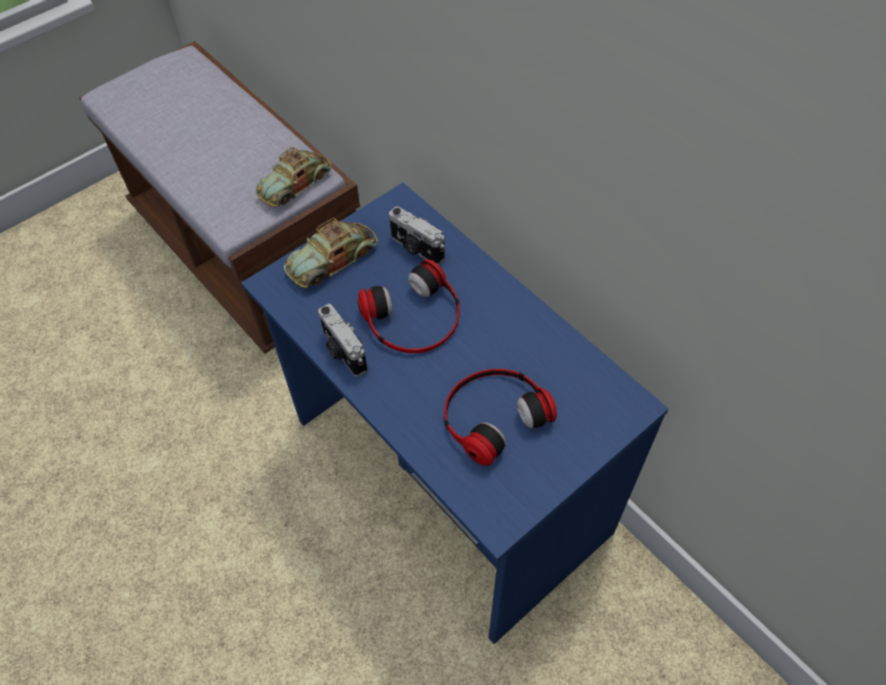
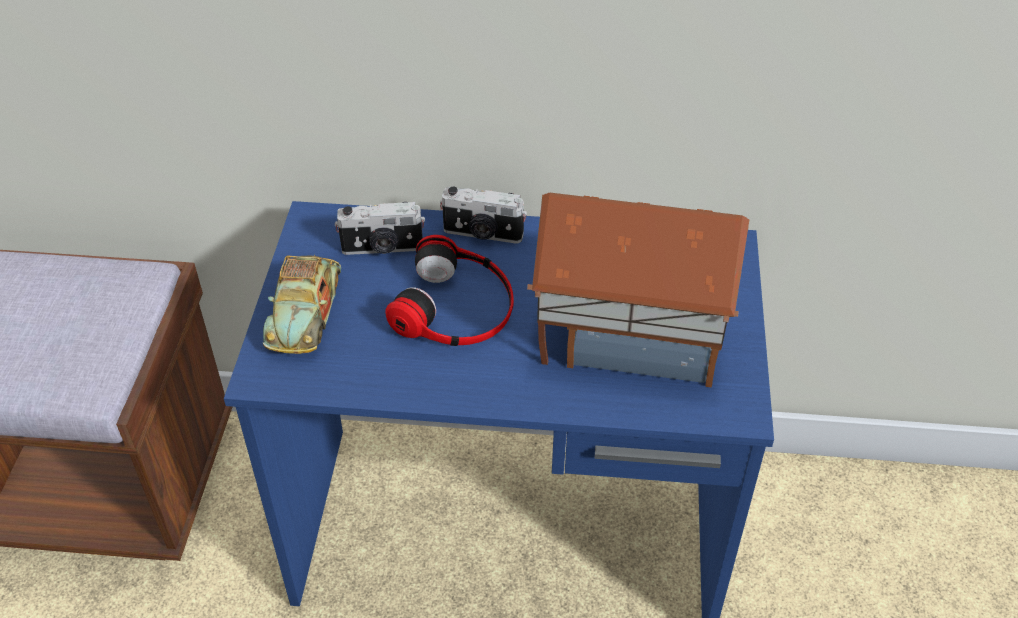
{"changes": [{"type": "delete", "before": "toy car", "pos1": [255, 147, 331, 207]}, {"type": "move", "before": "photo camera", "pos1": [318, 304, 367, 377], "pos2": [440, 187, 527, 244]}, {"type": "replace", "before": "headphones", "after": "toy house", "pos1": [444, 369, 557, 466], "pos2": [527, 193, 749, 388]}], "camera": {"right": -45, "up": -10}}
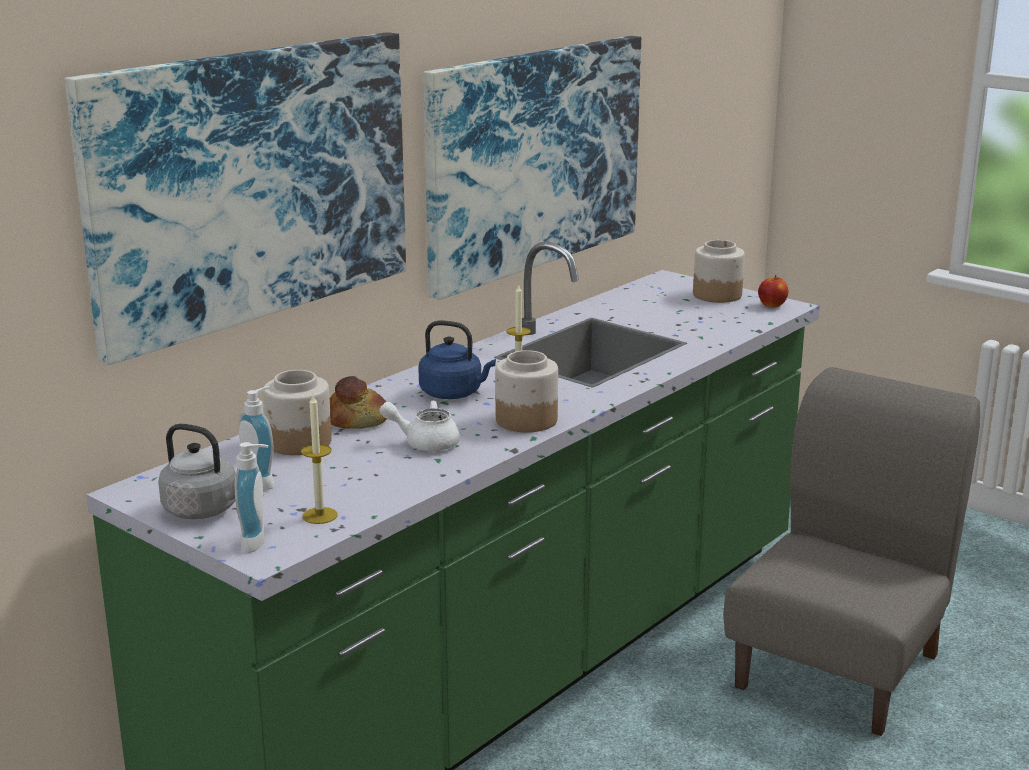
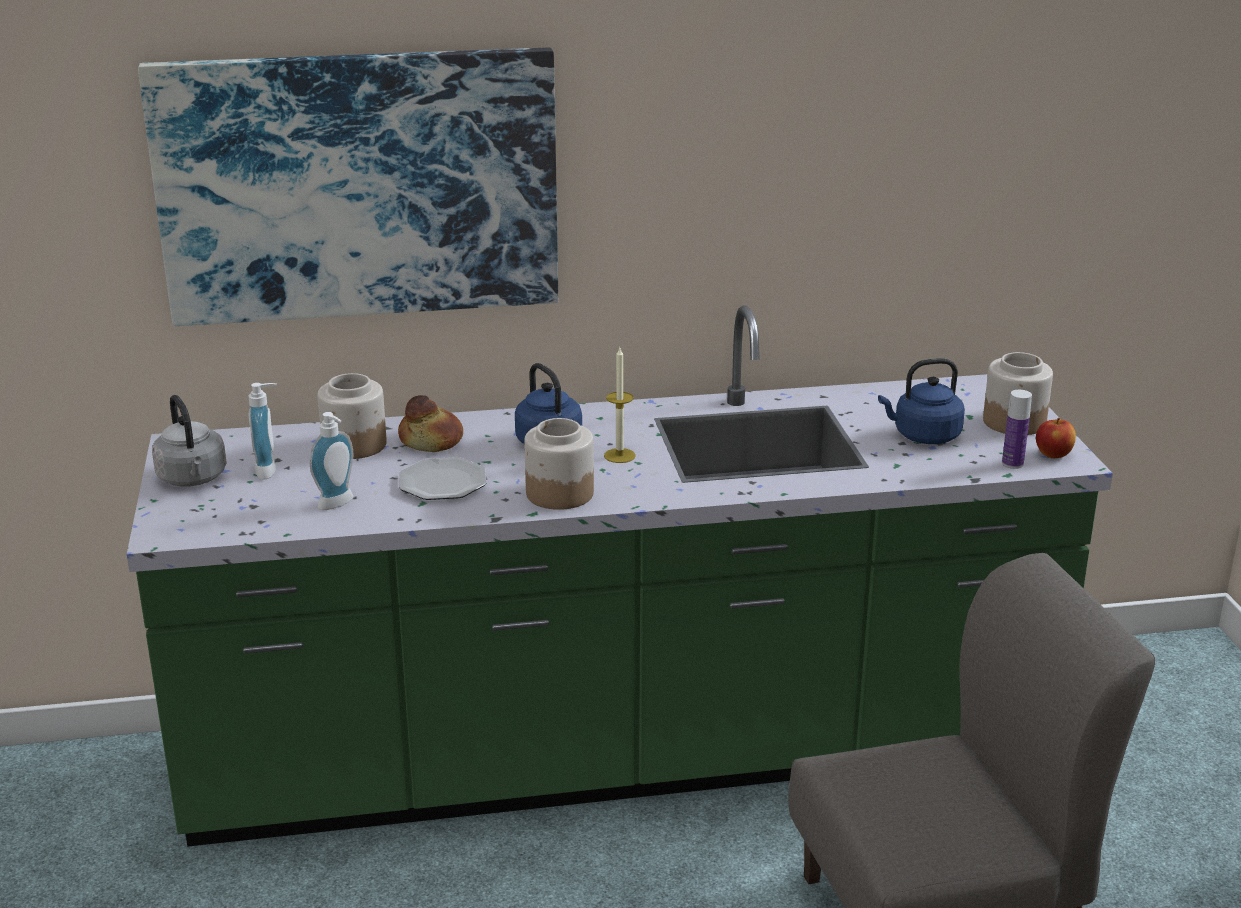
{"changes": [{"type": "delete", "before": "picture", "pos1": [423, 36, 641, 300]}, {"type": "delete", "before": "candle", "pos1": [301, 395, 338, 524]}, {"type": "replace", "before": "teapot (white)", "after": "plate", "pos1": [380, 400, 460, 451], "pos2": [399, 457, 487, 500]}, {"type": "move", "before": "soap dispenser", "pos1": [235, 442, 268, 553], "pos2": [310, 412, 354, 510]}, {"type": "insert", "after": "kettle (blue)", "pos2": [878, 358, 965, 444]}, {"type": "insert", "after": "bottle", "pos2": [1002, 390, 1032, 469]}], "camera": {"right": 40, "up": 5}}
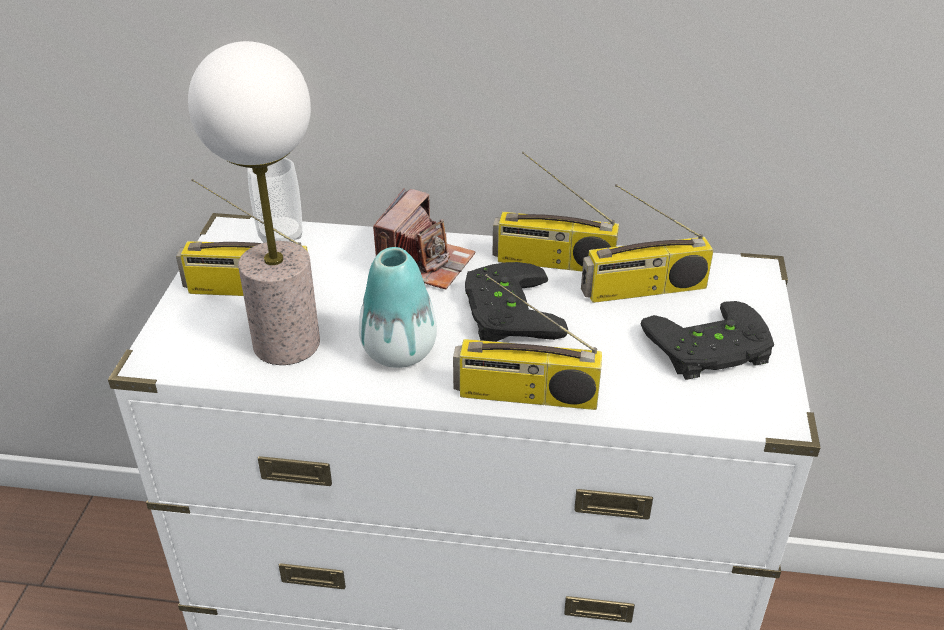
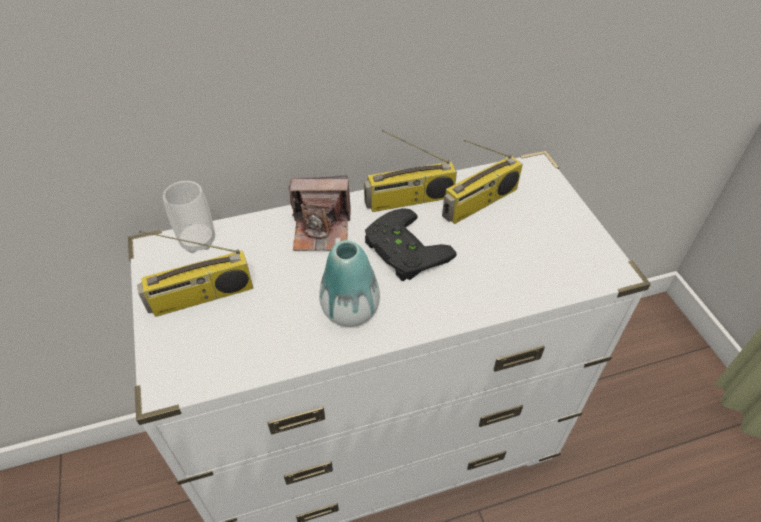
{"changes": [{"type": "delete", "before": "table lamp", "pos1": [188, 41, 320, 365]}, {"type": "rotate", "before": "photo camera", "pos1": [373, 188, 476, 290], "pos2": [289, 175, 351, 251], "turn": 90}, {"type": "delete", "before": "radio", "pos1": [453, 274, 602, 410]}, {"type": "delete", "before": "game controller (black)", "pos1": [641, 301, 774, 380]}], "camera": {"right": -25, "up": 10}}
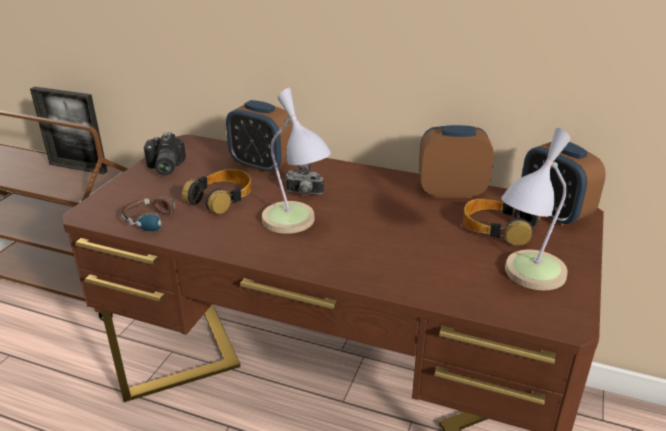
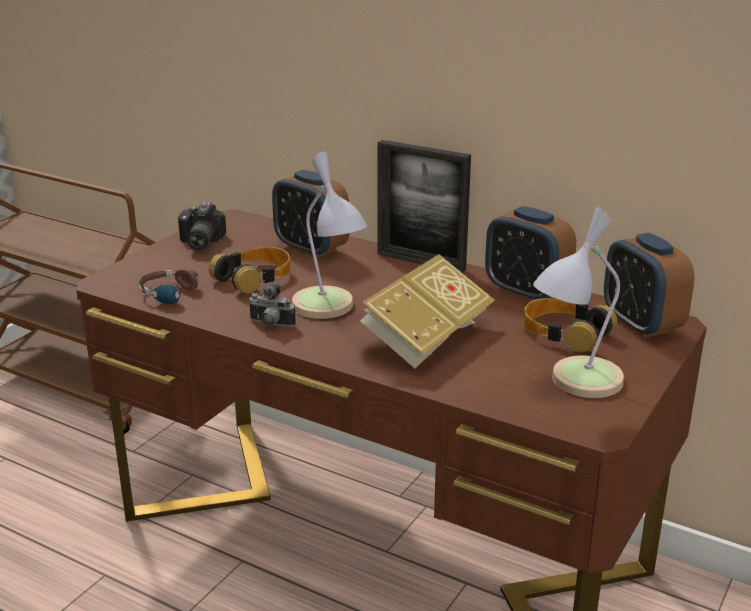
{"changes": [{"type": "move", "before": "picture frame", "pos1": [30, 87, 108, 174], "pos2": [377, 140, 471, 273]}, {"type": "rotate", "before": "alarm clock", "pos1": [419, 125, 494, 198], "pos2": [485, 206, 576, 301], "turn": -150}, {"type": "move", "before": "photo camera", "pos1": [285, 163, 324, 195], "pos2": [248, 283, 296, 327]}, {"type": "insert", "after": "book", "pos2": [360, 254, 495, 368]}], "camera": {"right": 10, "up": -5}}
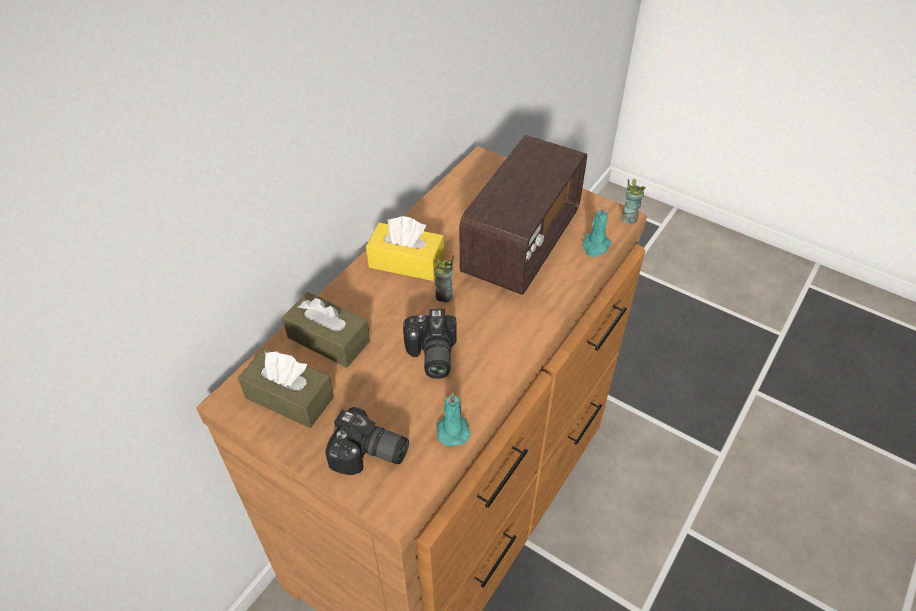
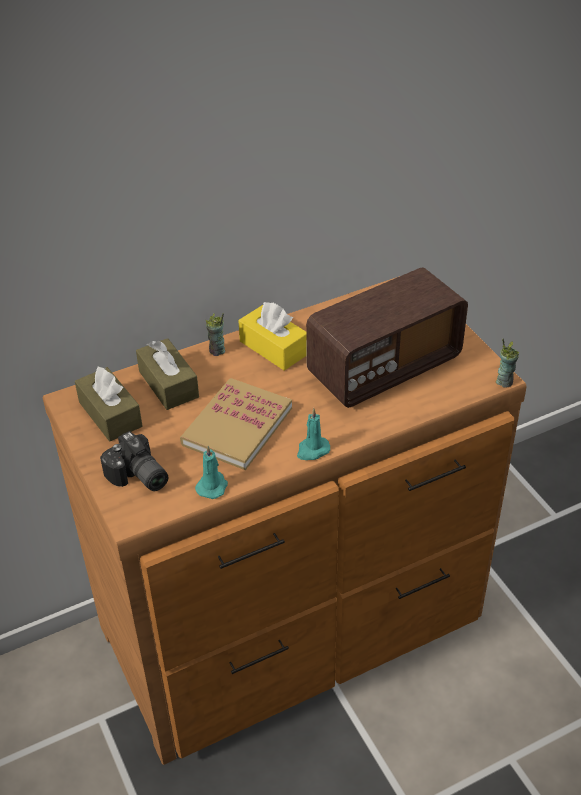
{"changes": [{"type": "move", "before": "candle (turquoise)", "pos1": [582, 204, 611, 257], "pos2": [297, 408, 330, 460]}, {"type": "move", "before": "cup", "pos1": [434, 255, 454, 303], "pos2": [206, 313, 225, 356]}, {"type": "replace", "before": "photo camera", "after": "book", "pos1": [403, 309, 457, 379], "pos2": [180, 378, 292, 470]}], "camera": {"right": 30, "up": -5}}
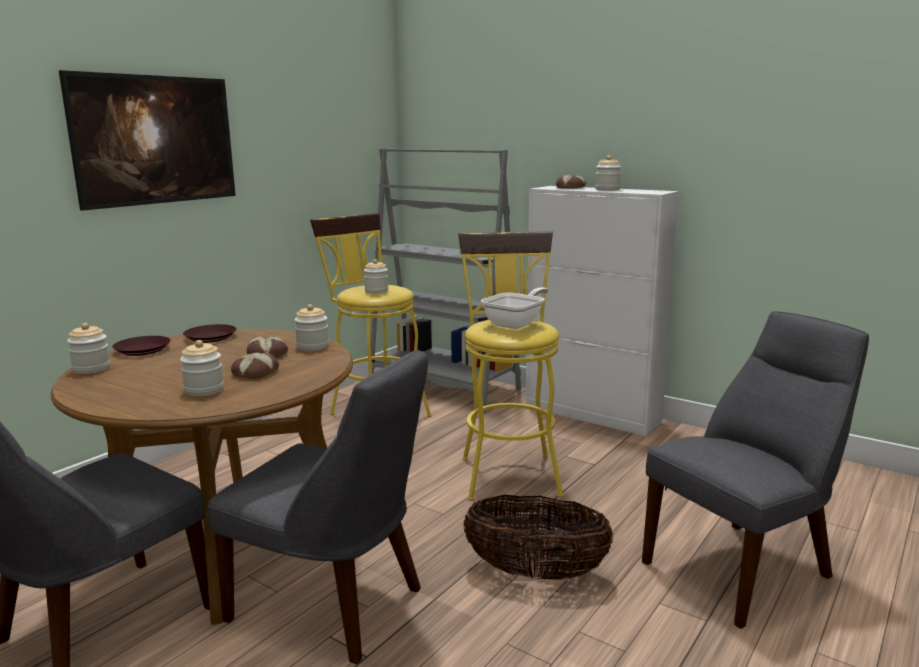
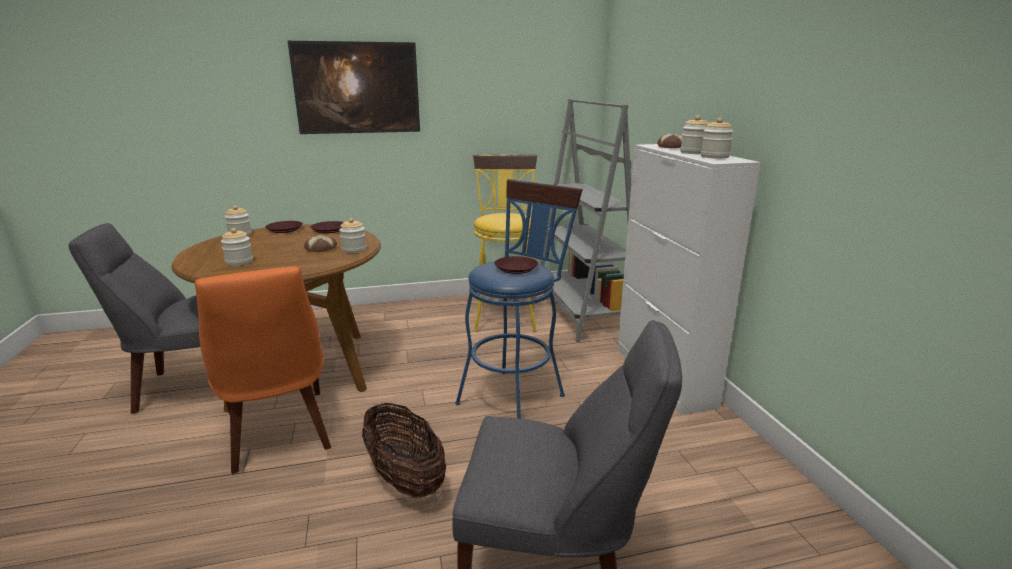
{"changes": [{"type": "recolor", "before": "stool (yellow)", "after": "stool (blue)", "pos1": [458, 231, 563, 501], "pos2": [455, 179, 583, 419]}, {"type": "move", "before": "jar", "pos1": [364, 259, 388, 293], "pos2": [701, 118, 734, 159]}, {"type": "replace", "before": "frying pan", "after": "plate (brown)", "pos1": [481, 287, 548, 329], "pos2": [494, 256, 538, 274]}, {"type": "recolor", "before": "chair (grey)", "after": "chair (orange)", "pos1": [208, 350, 428, 664], "pos2": [195, 266, 331, 474]}, {"type": "delete", "before": "bread", "pos1": [231, 353, 279, 379]}], "camera": {"right": 40, "up": 5}}
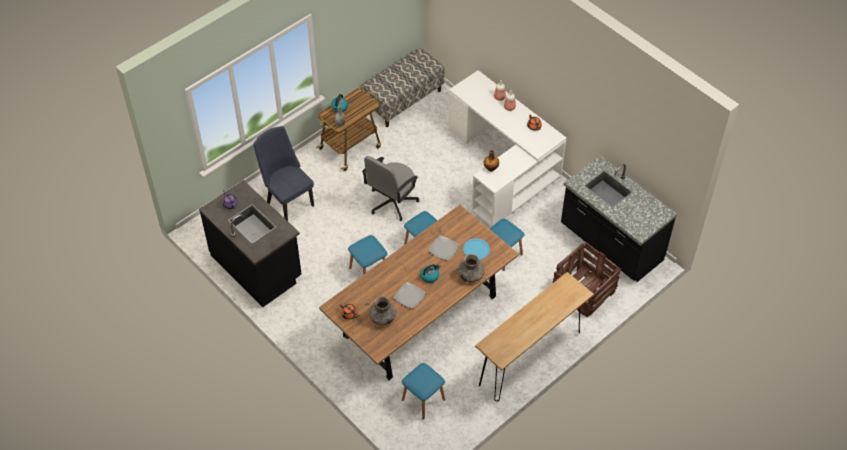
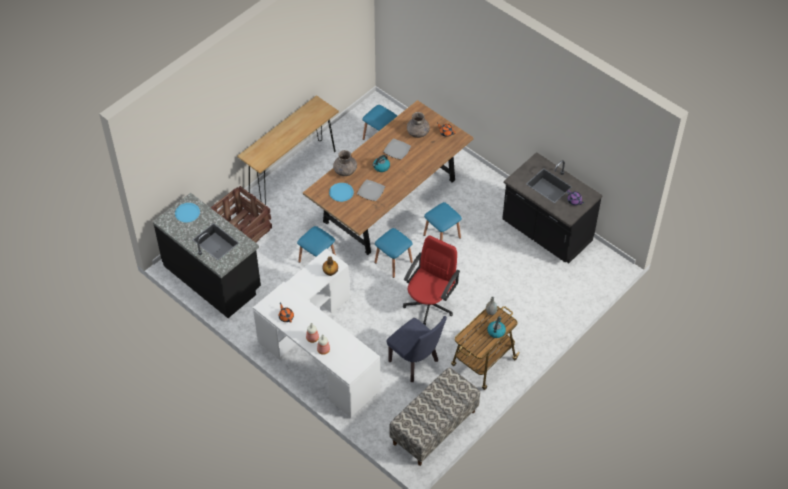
{"changes": [{"type": "move", "before": "chair (blue)", "pos1": [254, 126, 314, 221], "pos2": [386, 316, 447, 382]}, {"type": "recolor", "before": "office chair (grey)", "after": "office chair (red)", "pos1": [362, 156, 420, 221], "pos2": [403, 235, 460, 326]}, {"type": "insert", "after": "plate (blue)", "pos2": [175, 203, 200, 222]}], "camera": {"right": 175, "up": 0}}
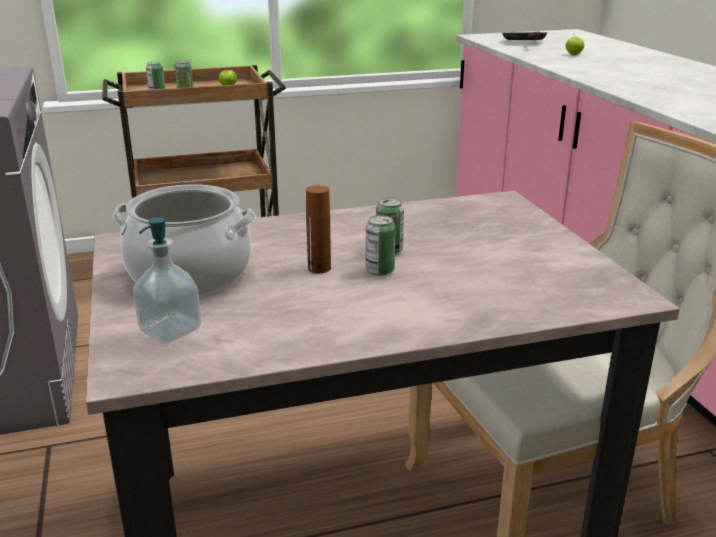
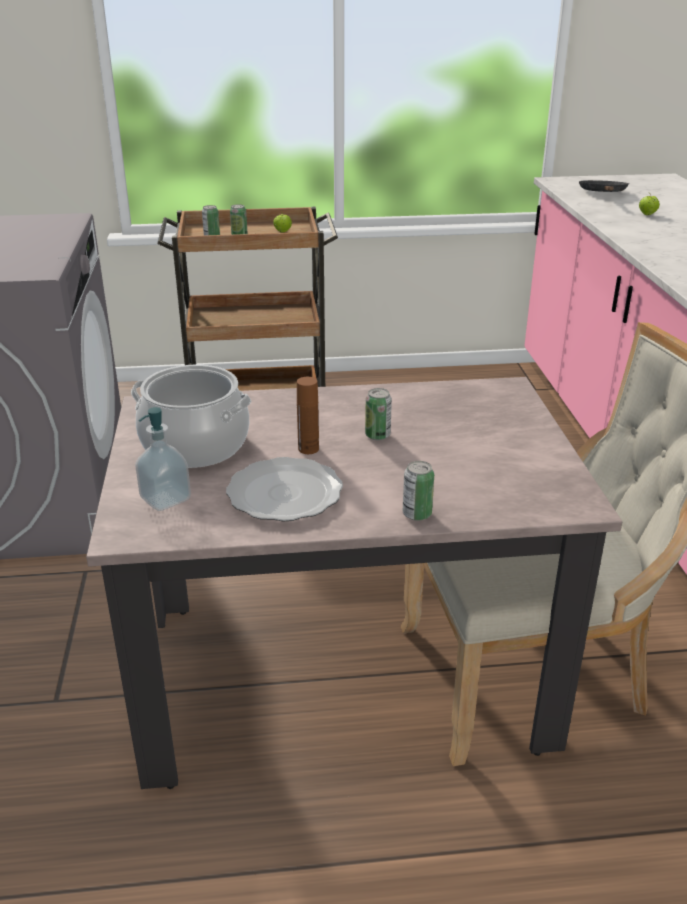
{"changes": [{"type": "move", "before": "can", "pos1": [365, 215, 396, 276], "pos2": [403, 461, 434, 521]}, {"type": "insert", "after": "plate", "pos2": [226, 457, 343, 521]}], "camera": {"right": 10, "up": 5}}
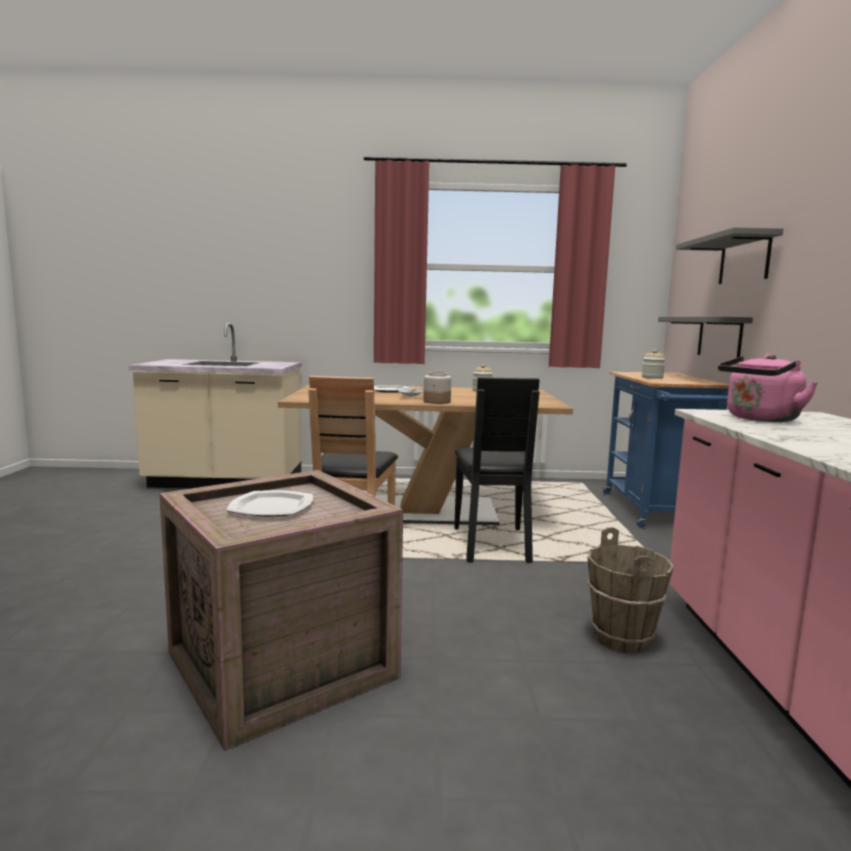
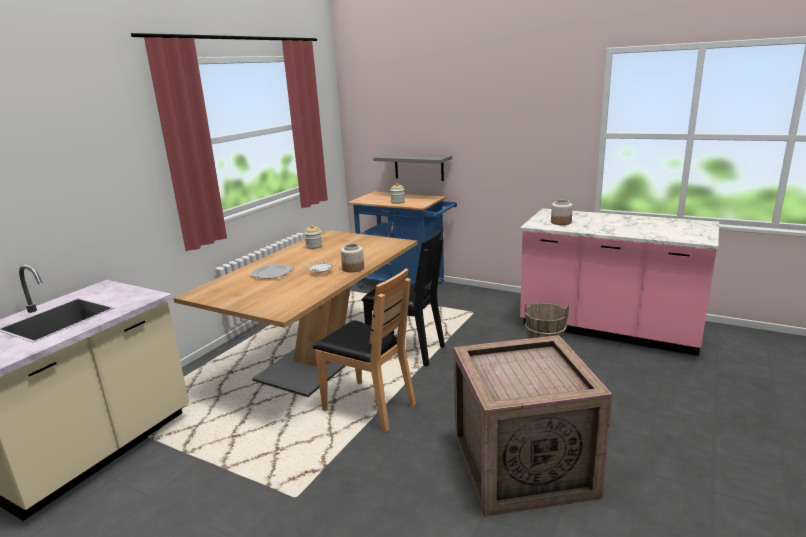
{"changes": [{"type": "delete", "before": "shelf (grey)", "pos1": [676, 227, 783, 284]}, {"type": "replace", "before": "kettle (pink)", "after": "jar", "pos1": [718, 354, 818, 422], "pos2": [551, 200, 573, 225]}, {"type": "delete", "before": "plate", "pos1": [226, 490, 313, 516]}], "camera": {"right": -60, "up": 10}}
